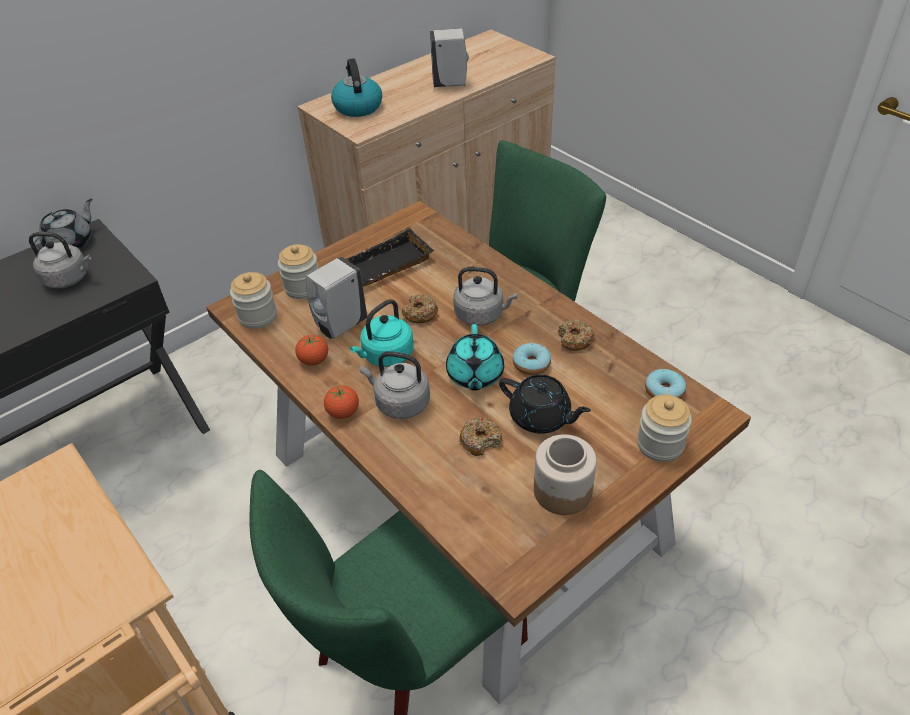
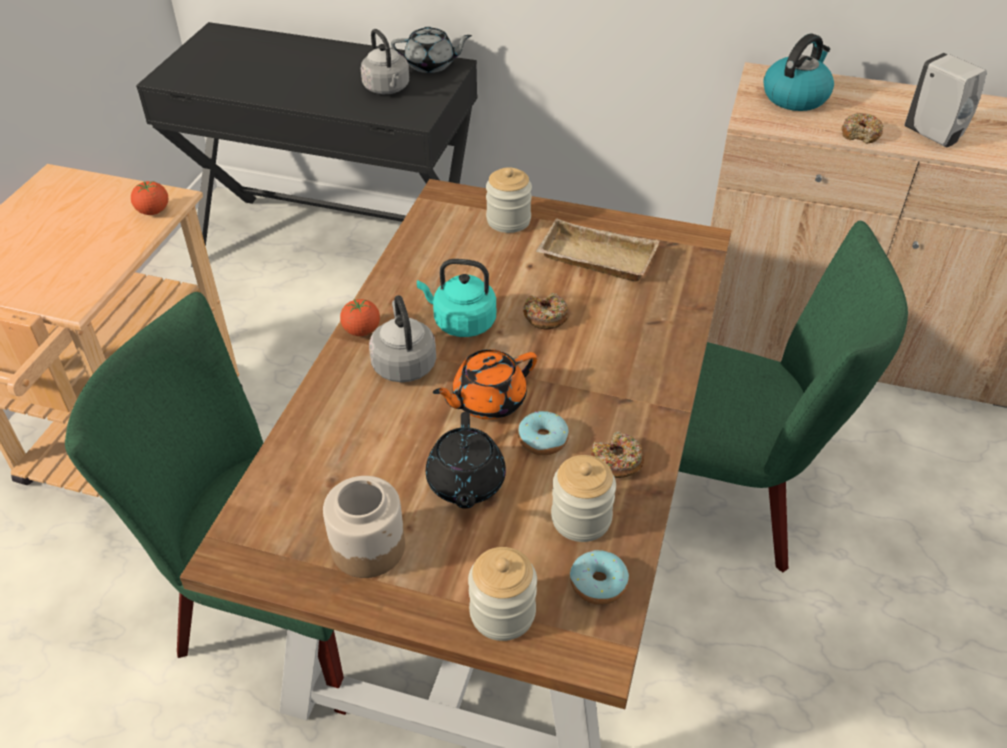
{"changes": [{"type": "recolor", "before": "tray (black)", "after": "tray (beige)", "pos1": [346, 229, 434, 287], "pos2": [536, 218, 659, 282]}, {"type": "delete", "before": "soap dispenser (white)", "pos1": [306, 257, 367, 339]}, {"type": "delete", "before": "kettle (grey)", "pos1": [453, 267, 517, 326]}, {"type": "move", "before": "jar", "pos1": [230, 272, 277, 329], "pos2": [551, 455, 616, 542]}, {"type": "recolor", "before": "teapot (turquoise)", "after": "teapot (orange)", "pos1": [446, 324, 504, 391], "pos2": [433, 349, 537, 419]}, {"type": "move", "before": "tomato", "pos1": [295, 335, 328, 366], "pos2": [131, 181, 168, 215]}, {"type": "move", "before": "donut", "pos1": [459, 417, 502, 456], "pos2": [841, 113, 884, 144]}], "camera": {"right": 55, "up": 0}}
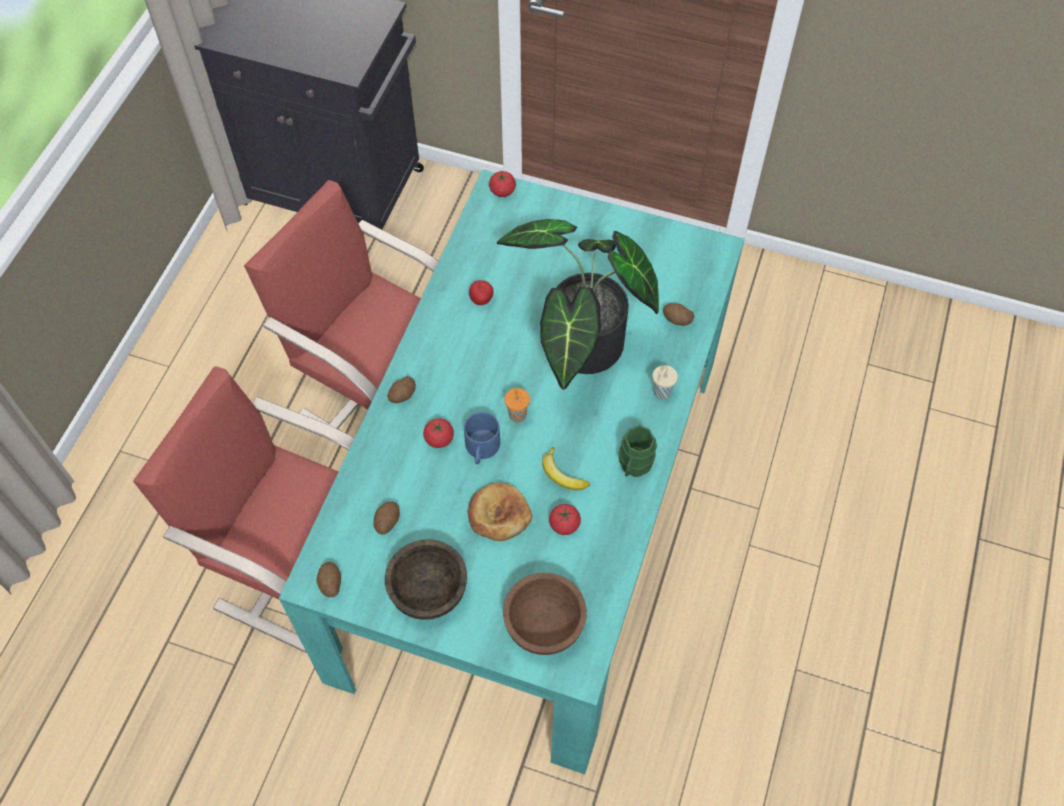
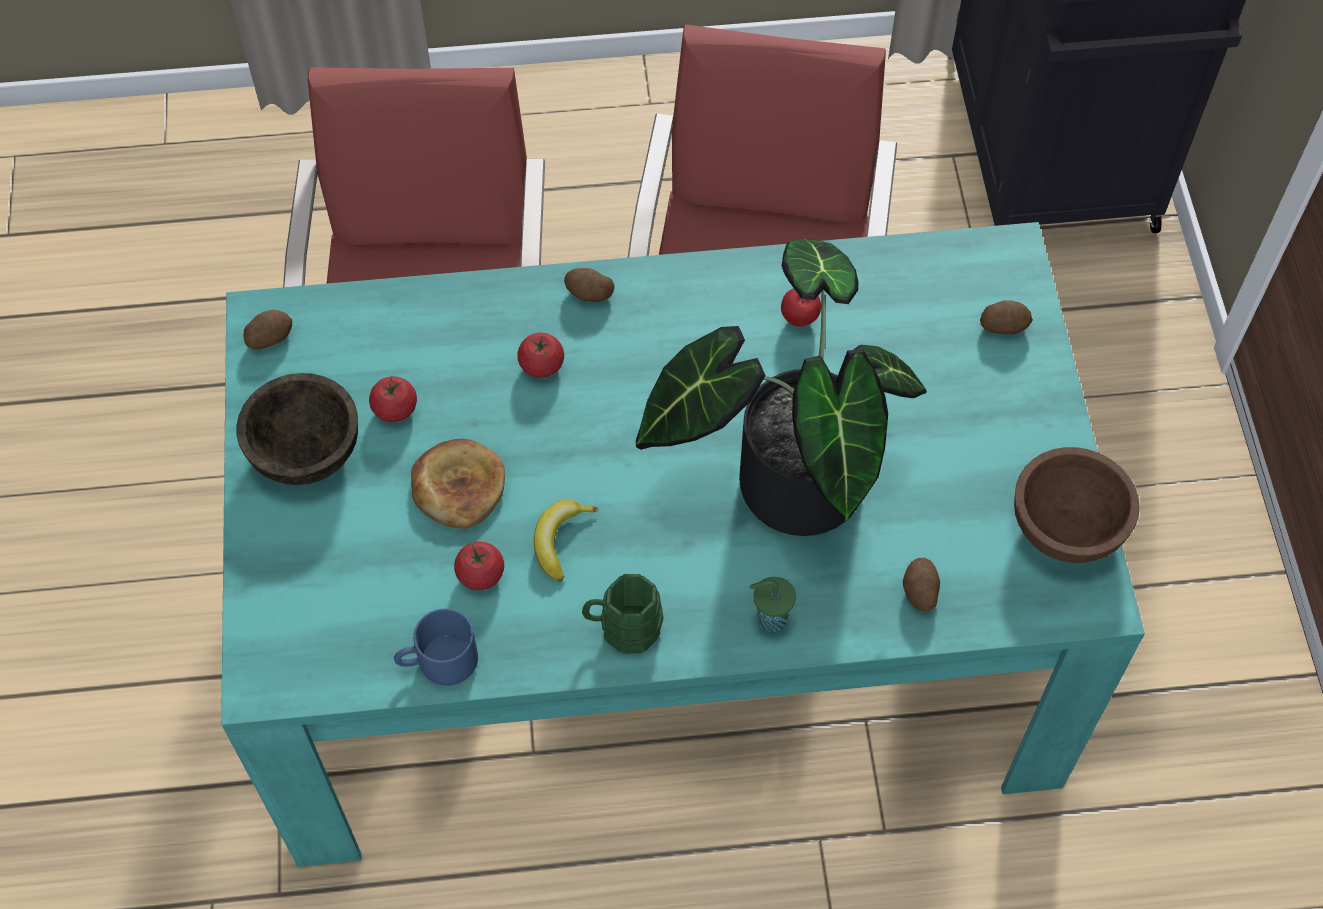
{"changes": [{"type": "move", "before": "tomato", "pos1": [489, 171, 516, 197], "pos2": [369, 376, 417, 422]}, {"type": "recolor", "before": "cup (beige)", "after": "cup (green)", "pos1": [653, 365, 678, 400], "pos2": [750, 577, 796, 632]}, {"type": "delete", "before": "cup (orange)", "pos1": [505, 388, 530, 422]}, {"type": "move", "before": "mug (blue)", "pos1": [464, 412, 500, 464], "pos2": [394, 609, 478, 686]}, {"type": "move", "before": "potato", "pos1": [373, 502, 400, 534], "pos2": [980, 300, 1033, 335]}, {"type": "move", "before": "bowl (brown)", "pos1": [503, 573, 587, 655], "pos2": [1014, 447, 1140, 563]}], "camera": {"right": 65, "up": 0}}
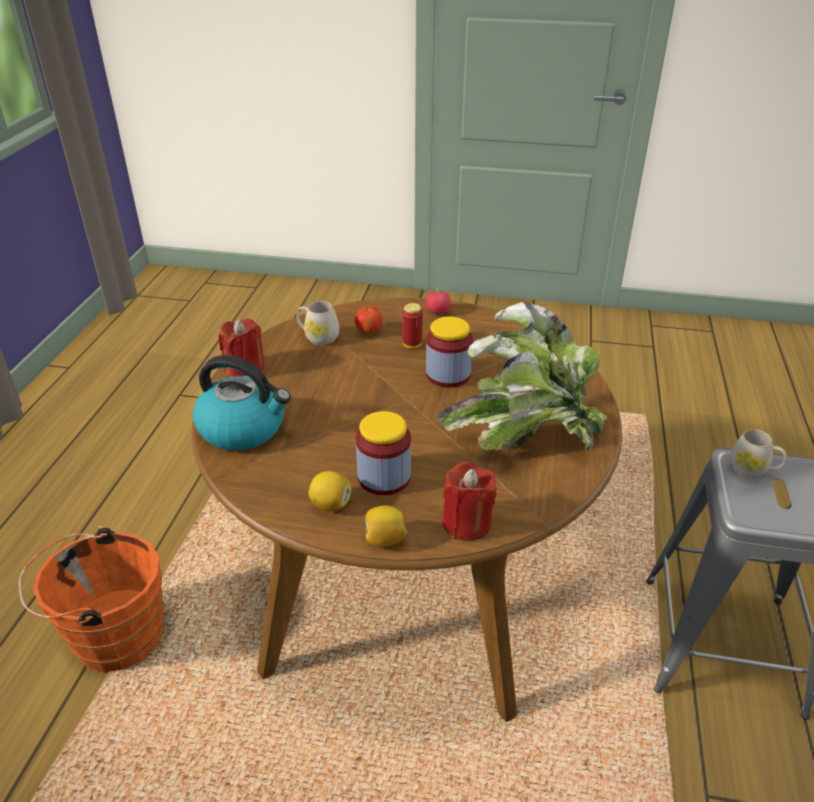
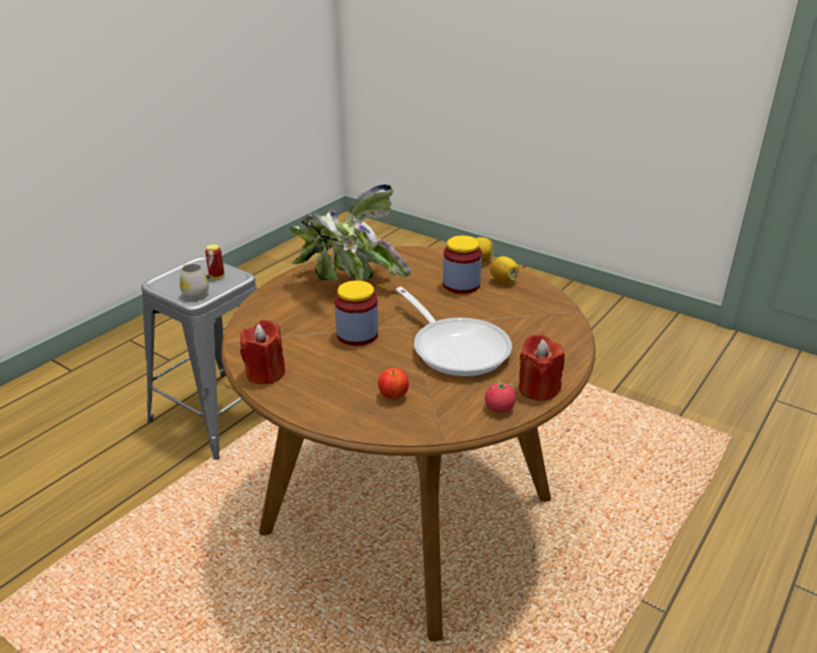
{"changes": [{"type": "move", "before": "tomato", "pos1": [425, 286, 451, 314], "pos2": [485, 380, 516, 412]}, {"type": "delete", "before": "mug (white)", "pos1": [296, 301, 339, 345]}, {"type": "move", "before": "can", "pos1": [402, 303, 423, 348], "pos2": [205, 244, 224, 279]}, {"type": "delete", "before": "kettle", "pos1": [193, 355, 291, 450]}, {"type": "move", "before": "candle (red)", "pos1": [442, 462, 497, 541], "pos2": [240, 320, 285, 384]}, {"type": "delete", "before": "bucket (orange)", "pos1": [19, 526, 164, 673]}, {"type": "insert", "after": "frying pan", "pos2": [396, 287, 512, 377]}], "camera": {"right": -155, "up": -5}}
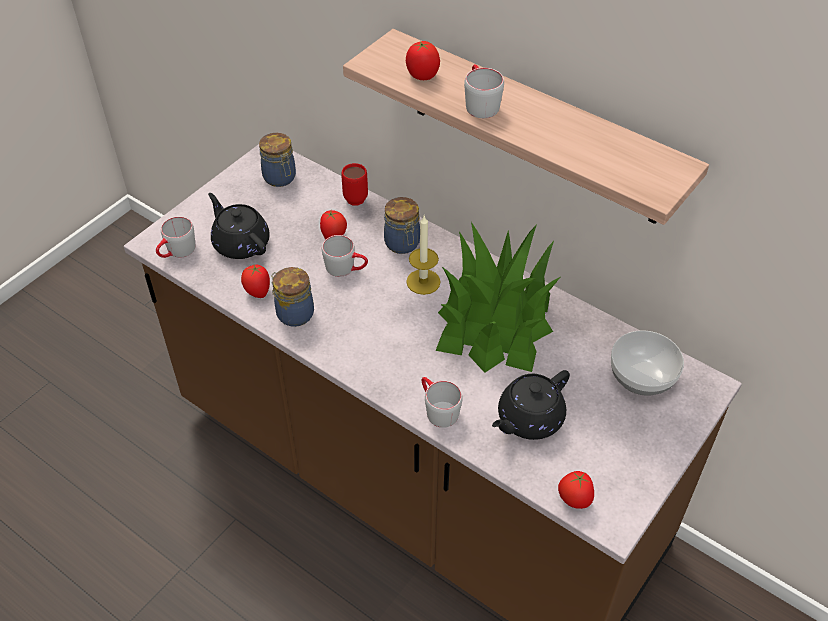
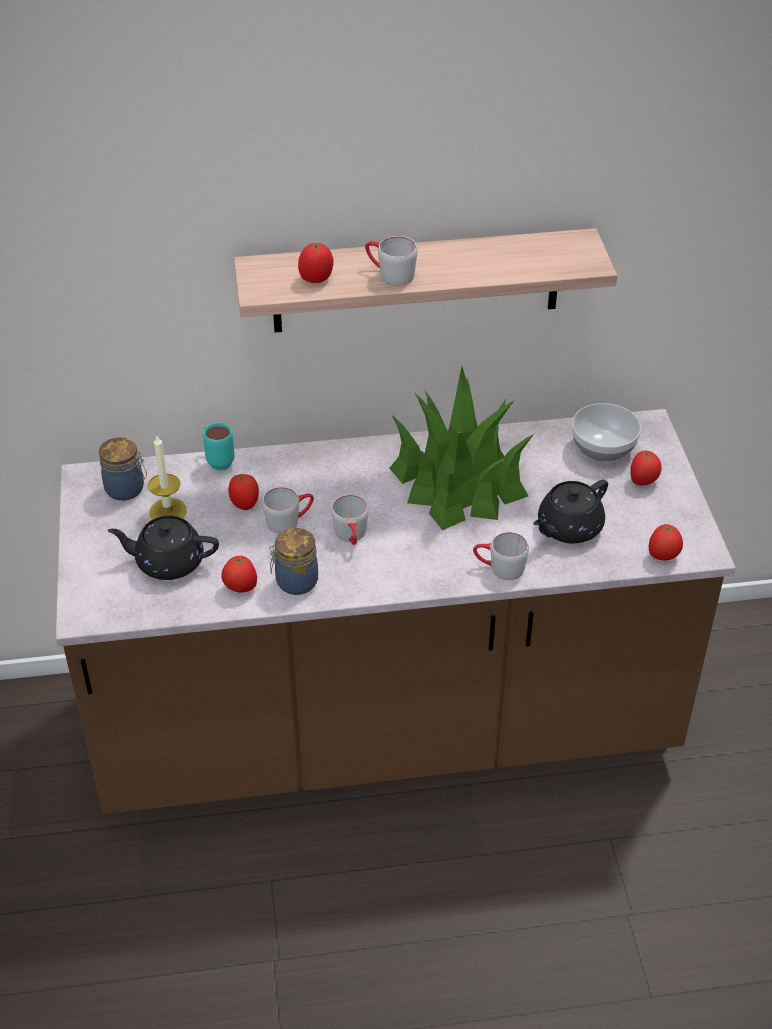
{"changes": [{"type": "recolor", "before": "mug (red)", "after": "mug (turquoise)", "pos1": [341, 163, 368, 206], "pos2": [203, 423, 235, 471]}, {"type": "delete", "before": "jar", "pos1": [384, 197, 420, 254]}, {"type": "move", "before": "mug (grey)", "pos1": [156, 216, 195, 258], "pos2": [331, 495, 369, 545]}, {"type": "move", "before": "candle", "pos1": [406, 216, 441, 295], "pos2": [148, 436, 187, 520]}, {"type": "rotate", "before": "teapot (black)", "pos1": [492, 370, 570, 440], "pos2": [533, 480, 608, 544], "turn": 45}, {"type": "insert", "after": "tomato", "pos2": [630, 450, 661, 485]}], "camera": {"right": -45, "up": -5}}
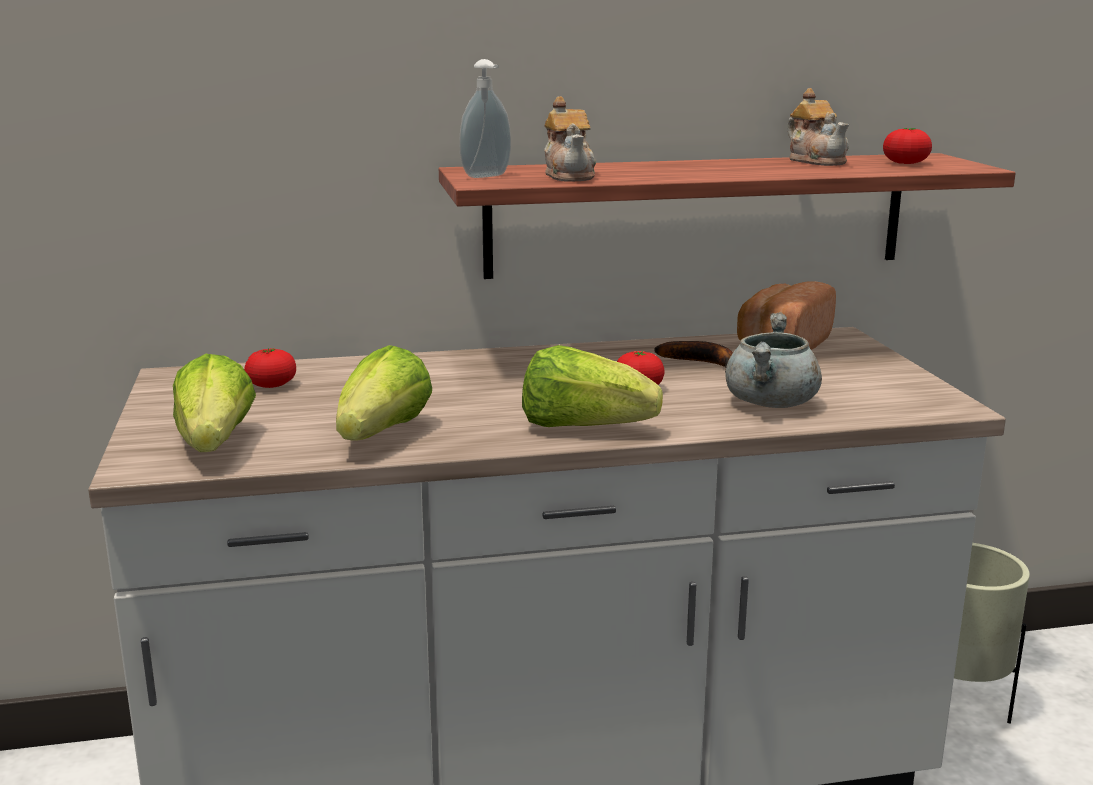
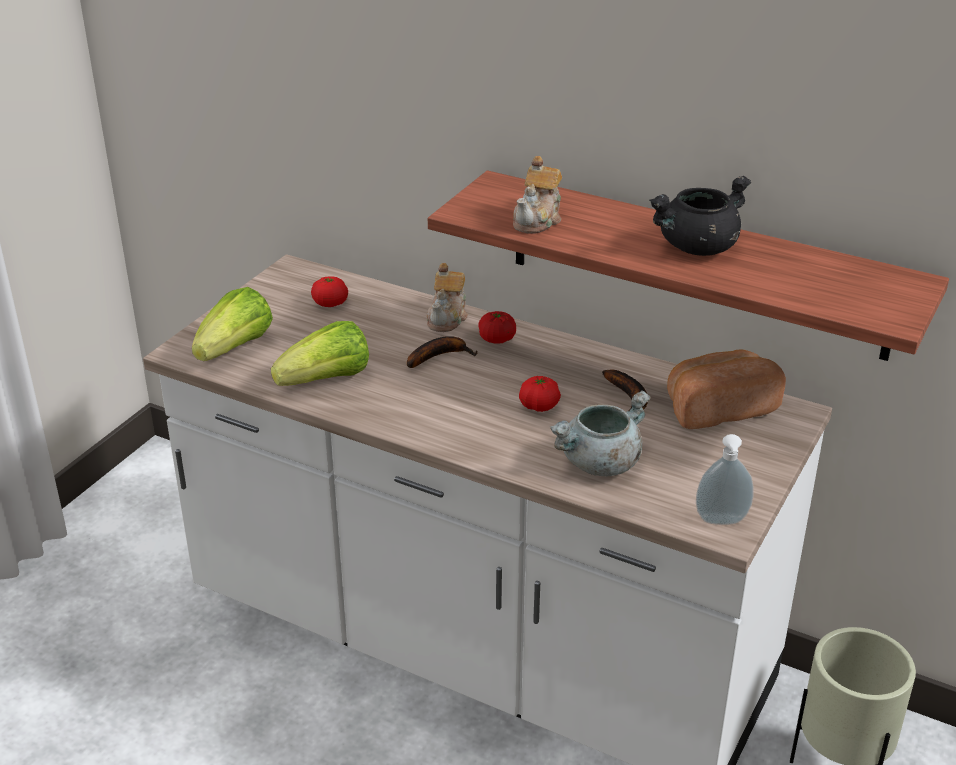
{"changes": [{"type": "move", "before": "soap dispenser", "pos1": [459, 59, 511, 178], "pos2": [696, 434, 753, 525]}, {"type": "move", "before": "teapot", "pos1": [787, 88, 849, 166], "pos2": [427, 263, 468, 332]}, {"type": "move", "before": "tomato", "pos1": [883, 128, 932, 164], "pos2": [478, 311, 516, 344]}, {"type": "delete", "before": "lettuce", "pos1": [522, 345, 663, 427]}, {"type": "insert", "after": "cooking pot (black)", "pos2": [649, 176, 752, 256]}, {"type": "insert", "after": "banana", "pos2": [407, 336, 478, 368]}], "camera": {"right": 40, "up": 15}}
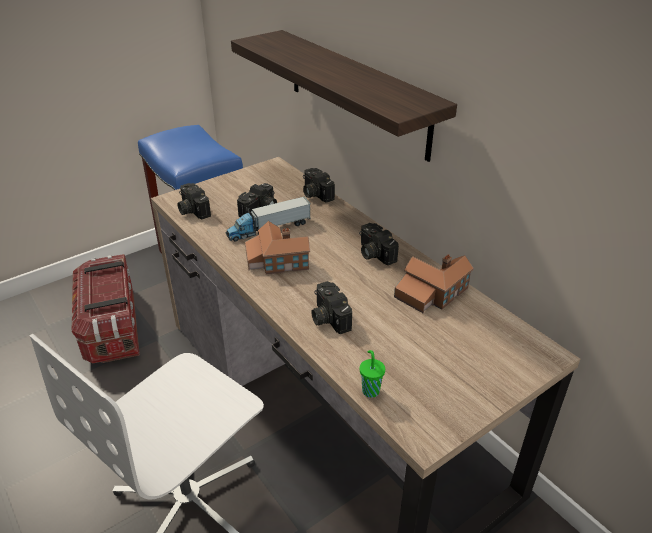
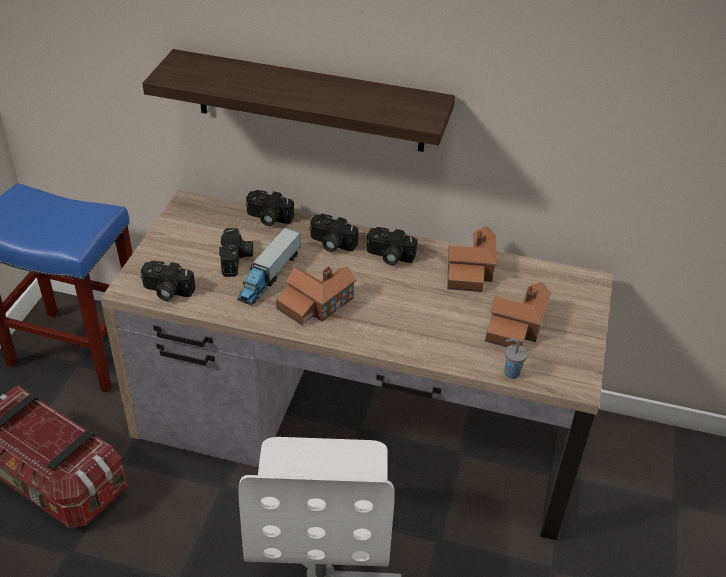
{"changes": [{"type": "move", "before": "photo camera", "pos1": [311, 281, 352, 334], "pos2": [310, 214, 359, 252]}, {"type": "recolor", "before": "cup (green)", "after": "cup (grey)", "pos1": [360, 350, 385, 398], "pos2": [504, 338, 528, 379]}, {"type": "insert", "after": "toy house", "pos2": [485, 282, 551, 347]}], "camera": {"right": -40, "up": 5}}
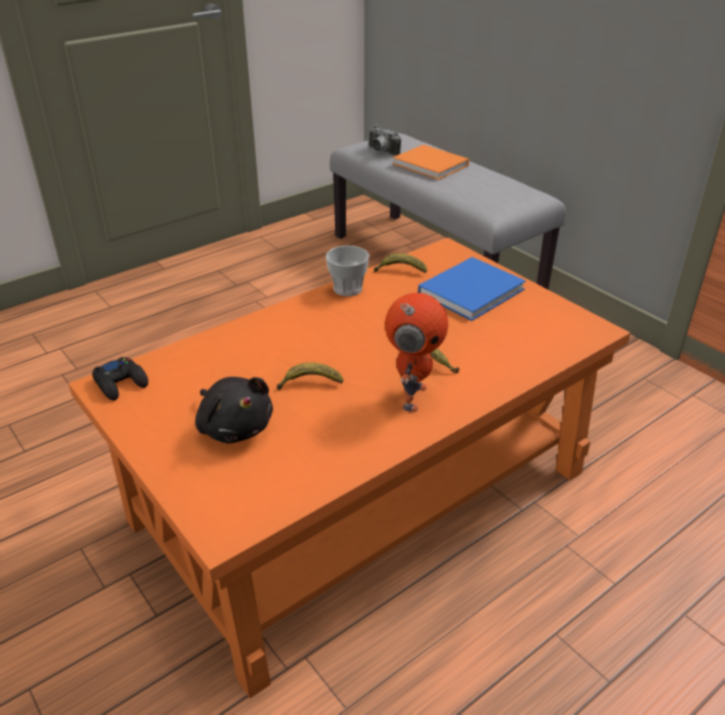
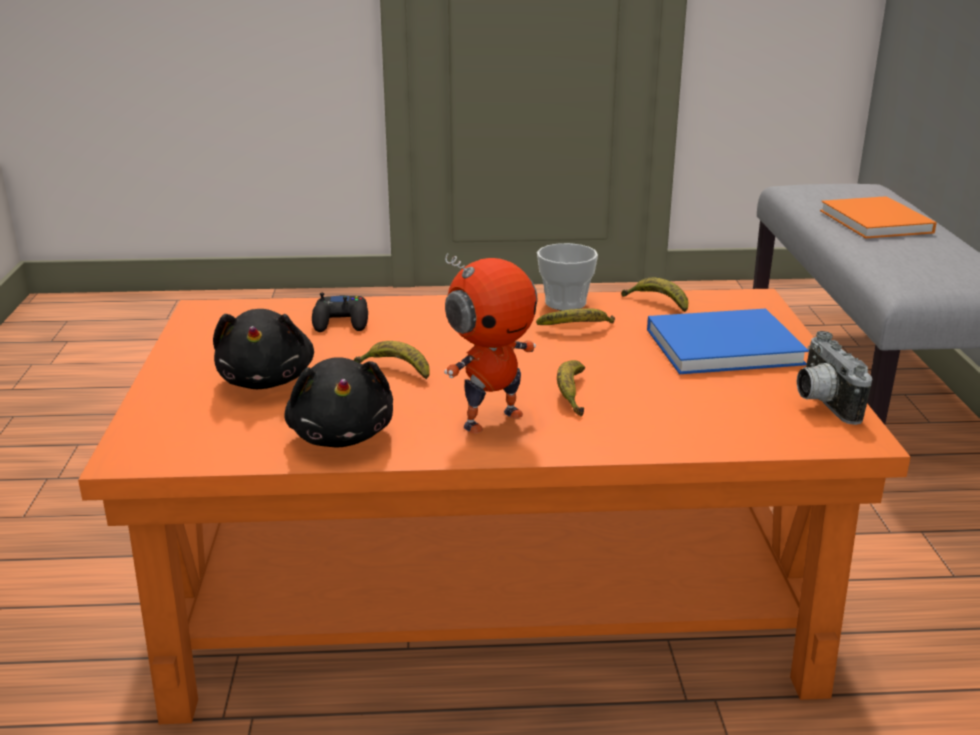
{"changes": [{"type": "move", "before": "photo camera", "pos1": [368, 124, 401, 156], "pos2": [797, 331, 872, 425]}, {"type": "move", "before": "game controller (black)", "pos1": [92, 357, 148, 400], "pos2": [312, 293, 368, 332]}, {"type": "insert", "after": "banana", "pos2": [536, 308, 615, 325]}, {"type": "insert", "after": "plush toy (black)", "pos2": [284, 357, 393, 447]}], "camera": {"right": 35, "up": -10}}
